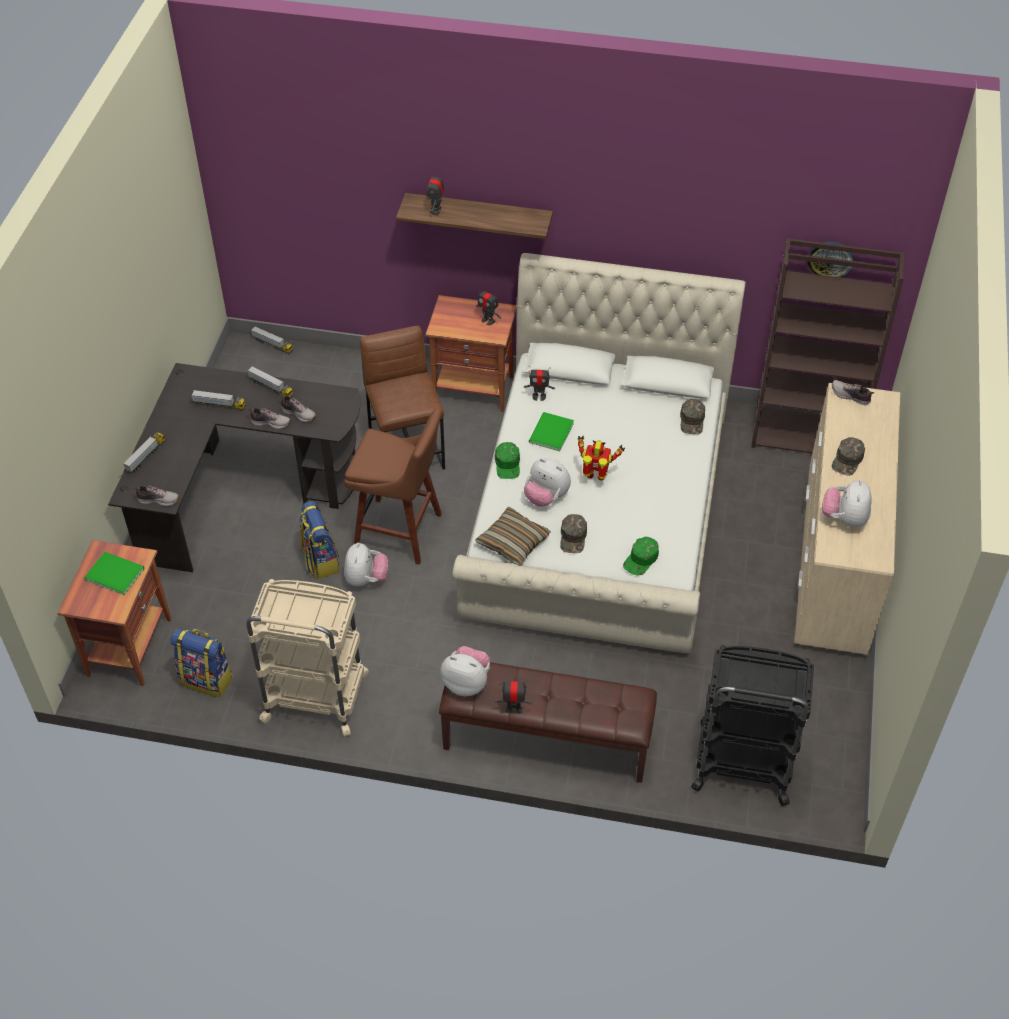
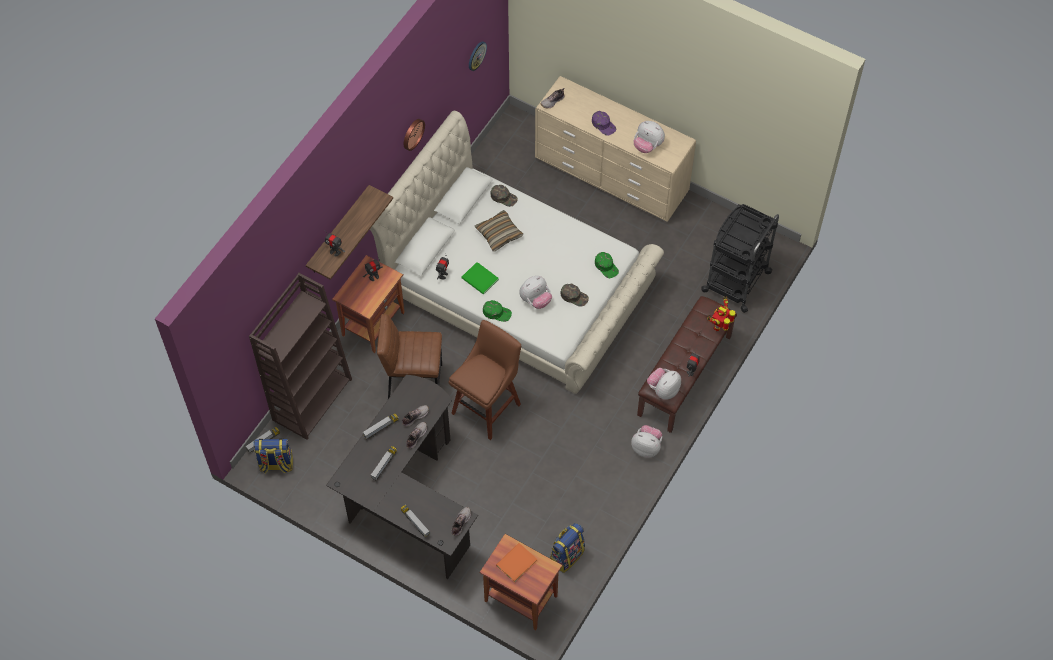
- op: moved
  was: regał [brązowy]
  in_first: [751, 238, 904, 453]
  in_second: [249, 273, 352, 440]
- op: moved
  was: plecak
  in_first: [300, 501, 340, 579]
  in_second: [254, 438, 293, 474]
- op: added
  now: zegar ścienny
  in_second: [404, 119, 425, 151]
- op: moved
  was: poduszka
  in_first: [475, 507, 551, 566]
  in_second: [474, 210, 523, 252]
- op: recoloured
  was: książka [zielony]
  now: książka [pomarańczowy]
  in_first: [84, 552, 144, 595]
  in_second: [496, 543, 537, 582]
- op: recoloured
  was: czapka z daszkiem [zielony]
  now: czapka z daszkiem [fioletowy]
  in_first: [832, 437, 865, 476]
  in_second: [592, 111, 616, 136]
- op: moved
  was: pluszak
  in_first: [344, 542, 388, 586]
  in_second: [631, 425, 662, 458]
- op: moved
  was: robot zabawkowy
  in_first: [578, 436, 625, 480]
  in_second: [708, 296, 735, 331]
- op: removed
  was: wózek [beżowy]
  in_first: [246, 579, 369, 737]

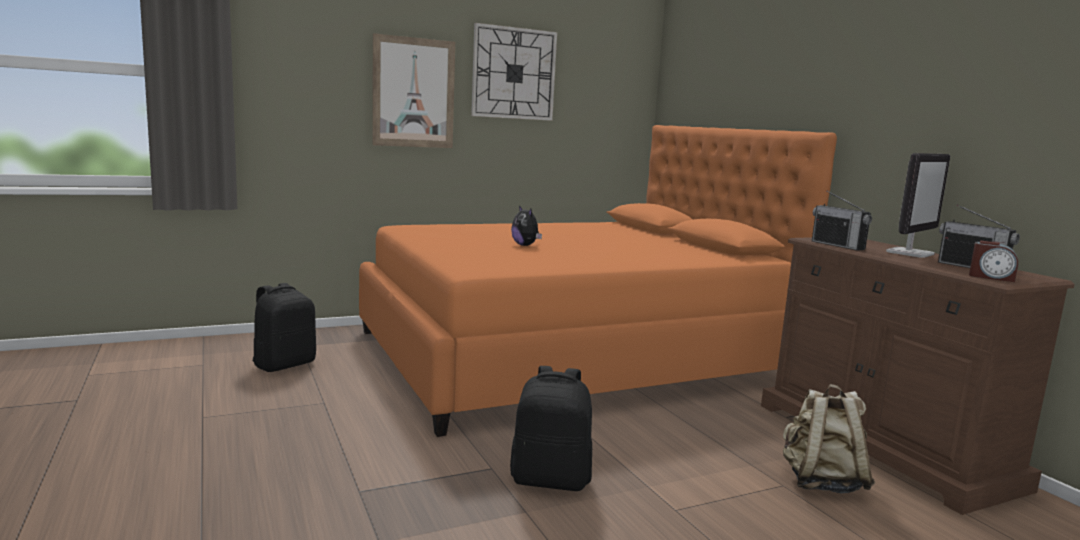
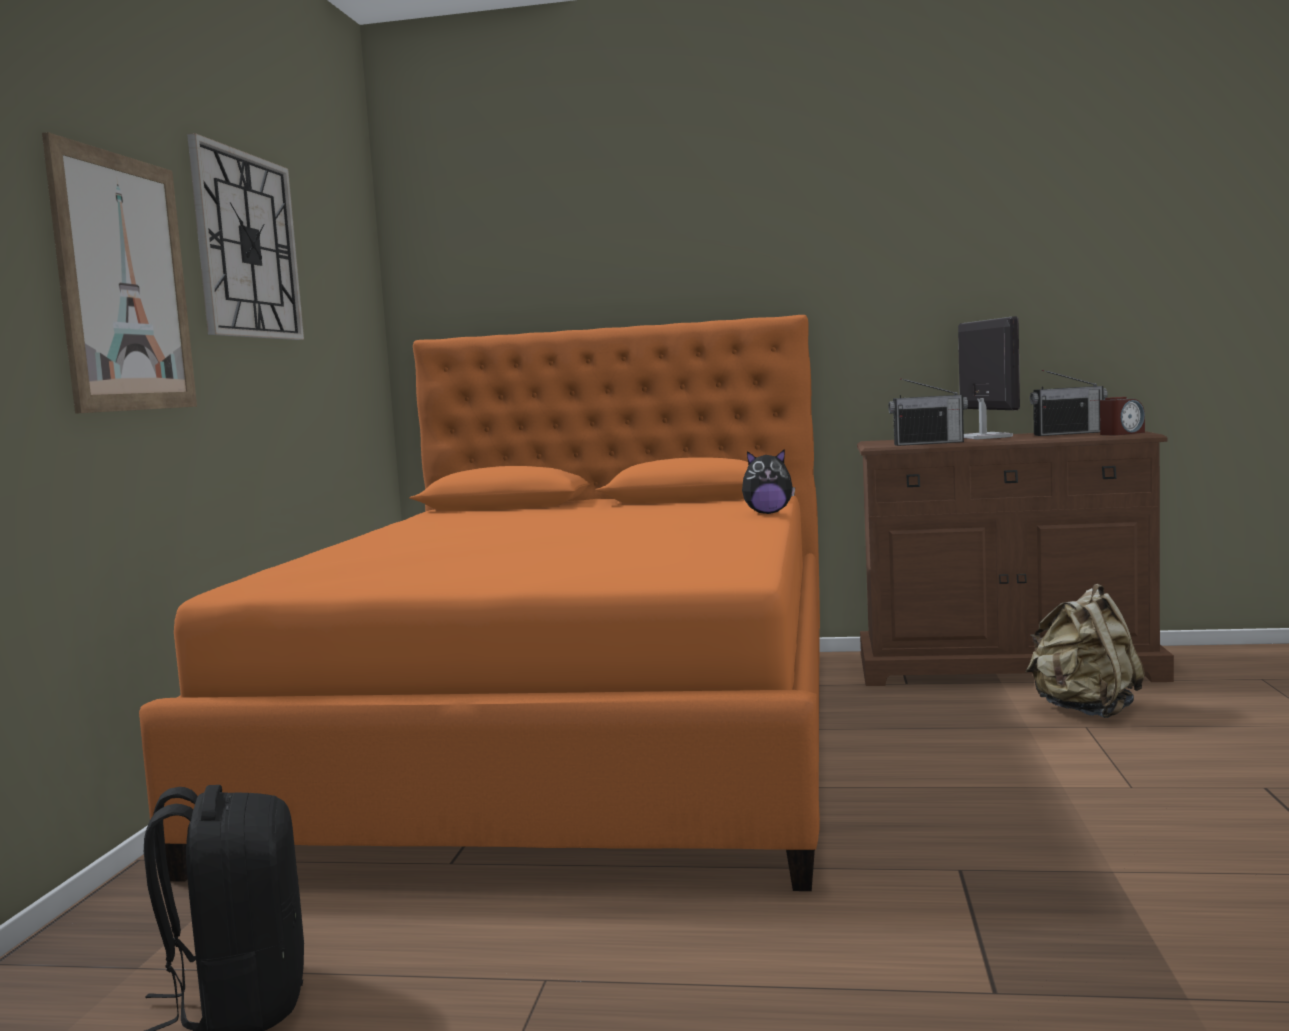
- op: moved
  was: pluszak
  in_first: [511, 206, 542, 246]
  in_second: [742, 449, 795, 514]
- op: removed
  was: plecak [czarny]
  in_first: [510, 366, 592, 491]

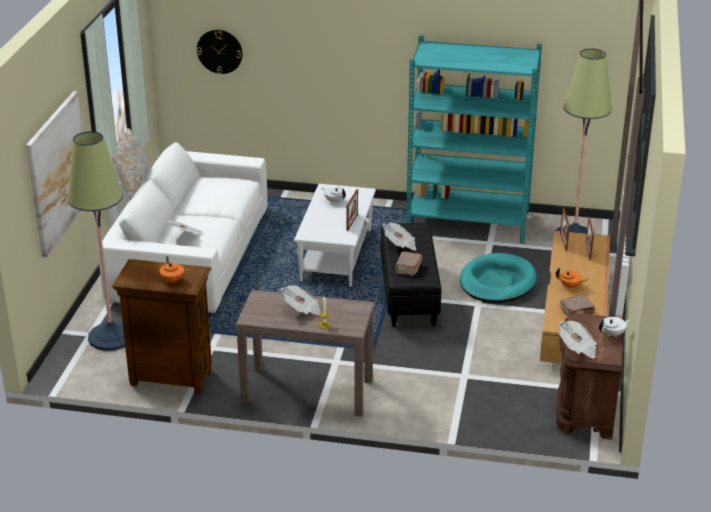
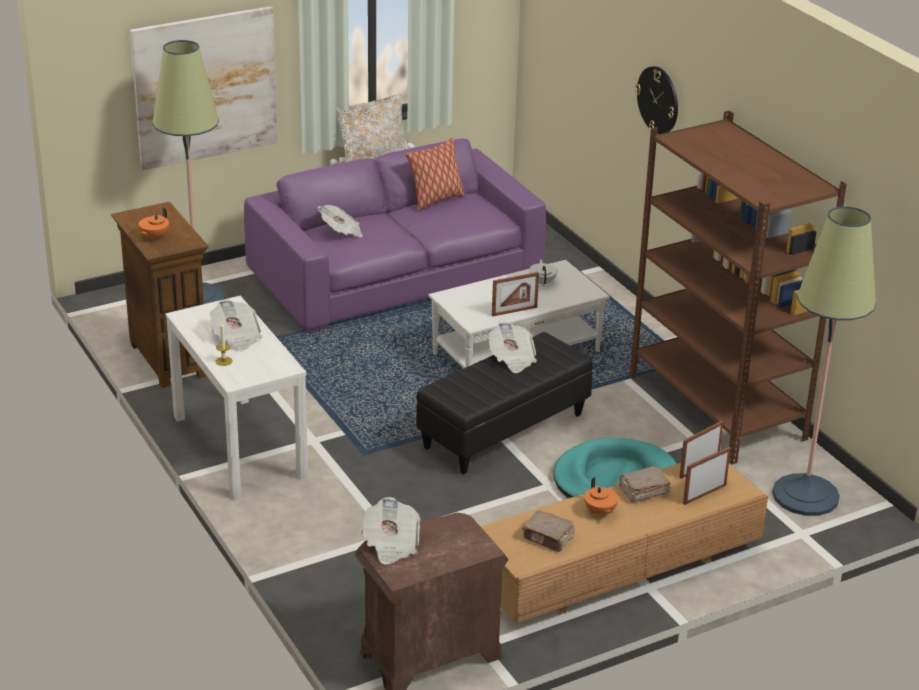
- op: recoloured
  was: stolik konsolowy [brązowy]
  now: stolik konsolowy [biały]
  in_first: [236, 290, 374, 417]
  in_second: [165, 295, 308, 500]
- op: recoloured
  was: kanapa [biały]
  now: kanapa [fioletowy]
  in_first: [98, 142, 268, 313]
  in_second: [244, 139, 546, 333]
- op: added
  now: poduszka
  in_second: [406, 138, 465, 211]
- op: moved
  was: książka [brązowy]
  in_first: [395, 251, 422, 276]
  in_second: [619, 466, 671, 503]
- op: recoloured
  was: regał [turkusowy]
  now: regał [brązowy]
  in_first: [406, 35, 542, 244]
  in_second: [630, 111, 847, 465]
- op: moved
  was: zegar ścienny
  in_first: [197, 30, 243, 74]
  in_second: [635, 66, 678, 134]
- op: removed
  was: imbryk [biały]
  in_first: [599, 317, 631, 338]

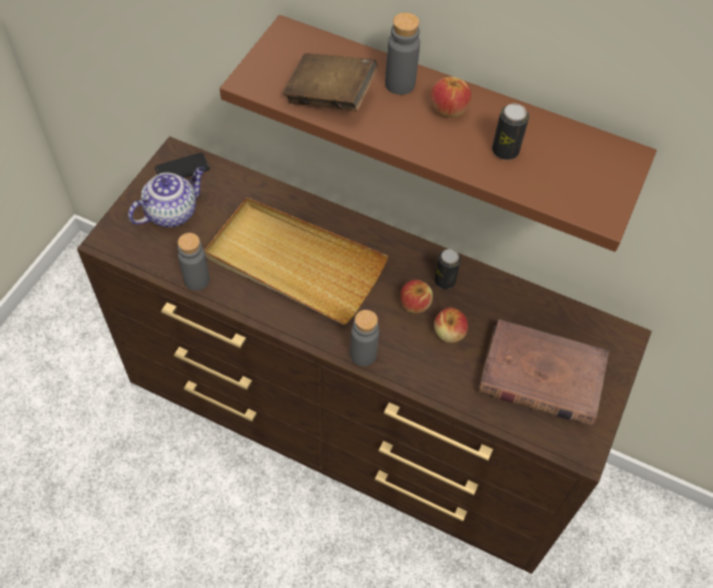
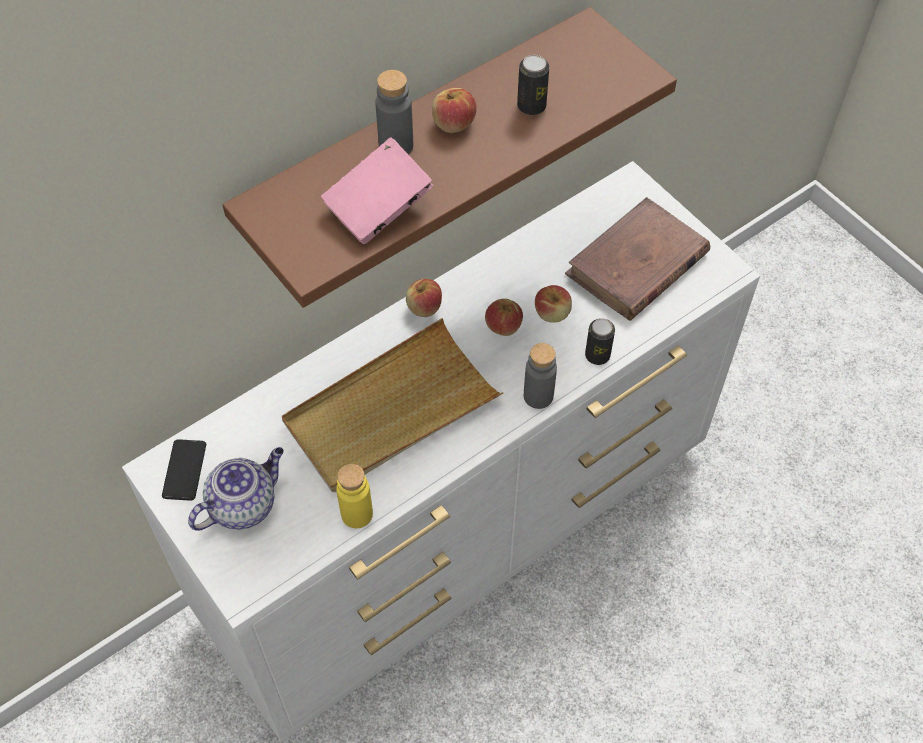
- op: recoloured
  was: komoda [brązowy]
  now: komoda [biały]
  in_first: [77, 136, 652, 574]
  in_second: [122, 161, 760, 742]
- op: turned
  was: imbryk
  in_first: [128, 167, 205, 227]
  in_second: [188, 447, 284, 531]
  clockwise: 60
- op: recoloured
  was: książka [brązowy]
  now: książka [różowy]
  in_first: [283, 53, 378, 111]
  in_second: [321, 137, 433, 244]
- op: recoloured
  was: butelka [szary]
  now: butelka [żółty]
  in_first: [178, 233, 210, 291]
  in_second: [336, 464, 373, 528]
- op: added
  now: jabłko
  in_second: [406, 279, 442, 317]
- op: moved
  was: puszka
  in_first: [434, 249, 461, 289]
  in_second: [585, 318, 615, 365]

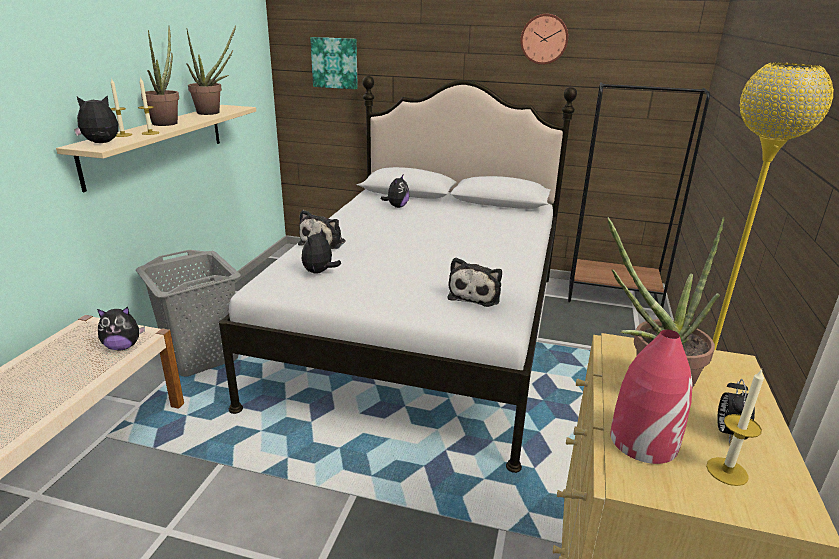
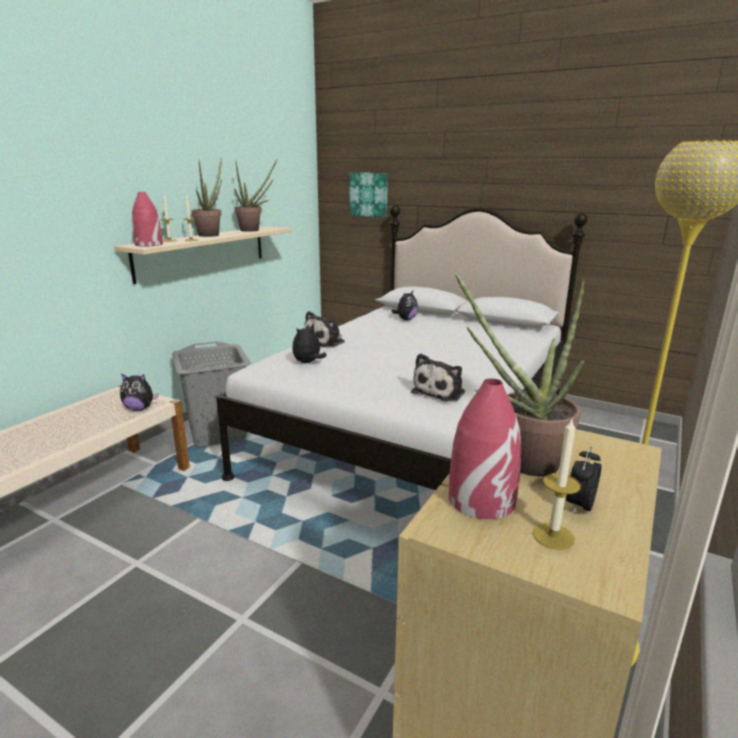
- op: replaced
  was: pluszak
  now: wazon [czerwony]
  in_first: [74, 96, 119, 143]
  in_second: [132, 192, 163, 247]
- op: removed
  was: zegar ścienny
  in_first: [520, 14, 569, 65]
- op: removed
  was: wieszak
  in_first: [568, 83, 710, 308]

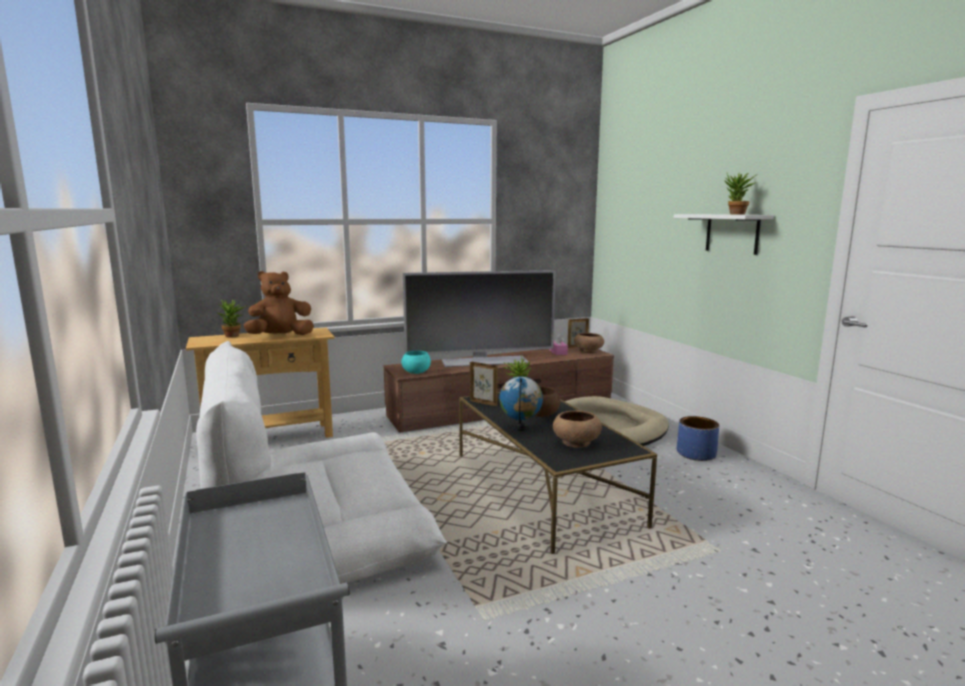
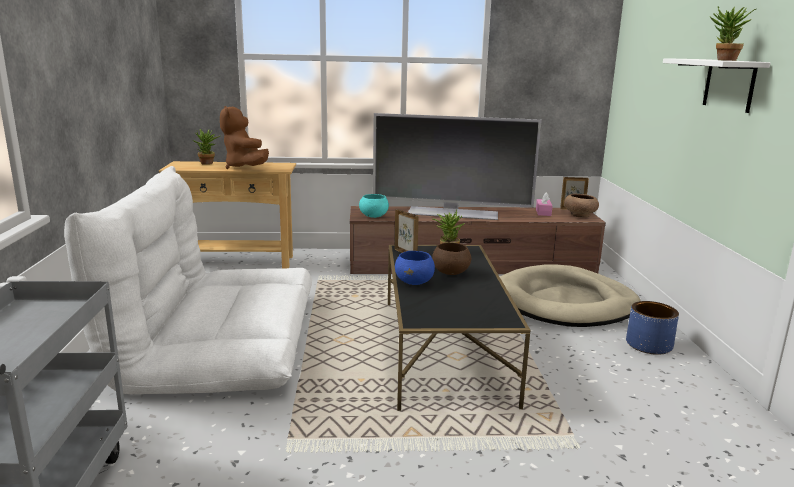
- op: turned
  was: pluszak [brązowy]
  in_first: [244, 271, 314, 335]
  in_second: [220, 106, 269, 169]
  clockwise: -105
- op: replaced
  was: globus
  now: miska [niebieski]
  in_first: [499, 376, 543, 431]
  in_second: [395, 251, 435, 285]
- op: removed
  was: miska [brązowy]
  in_first: [553, 411, 602, 448]

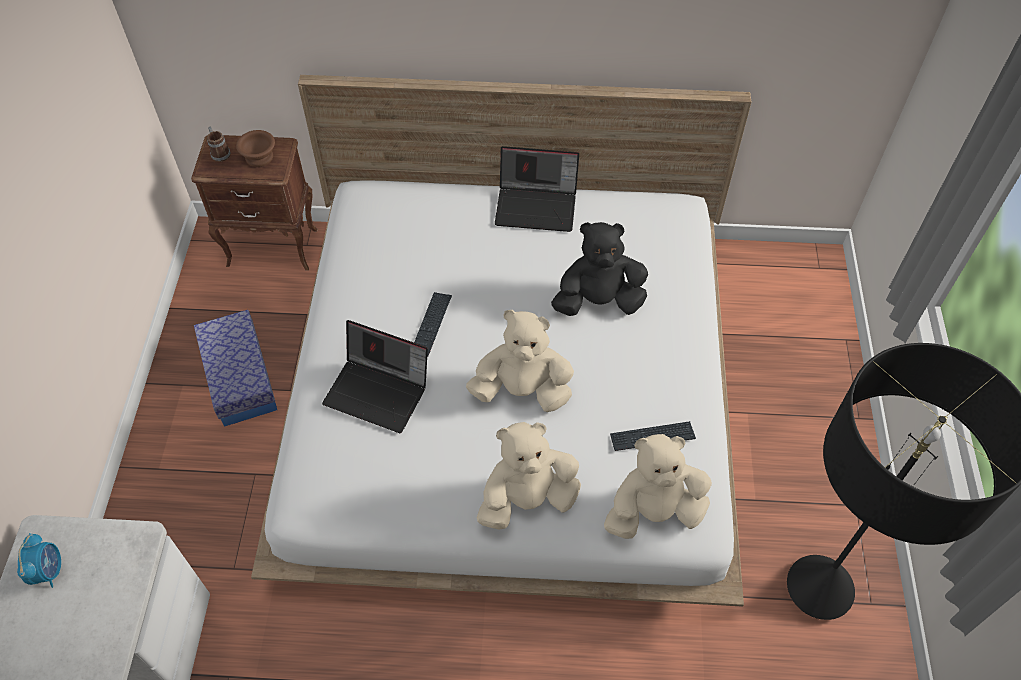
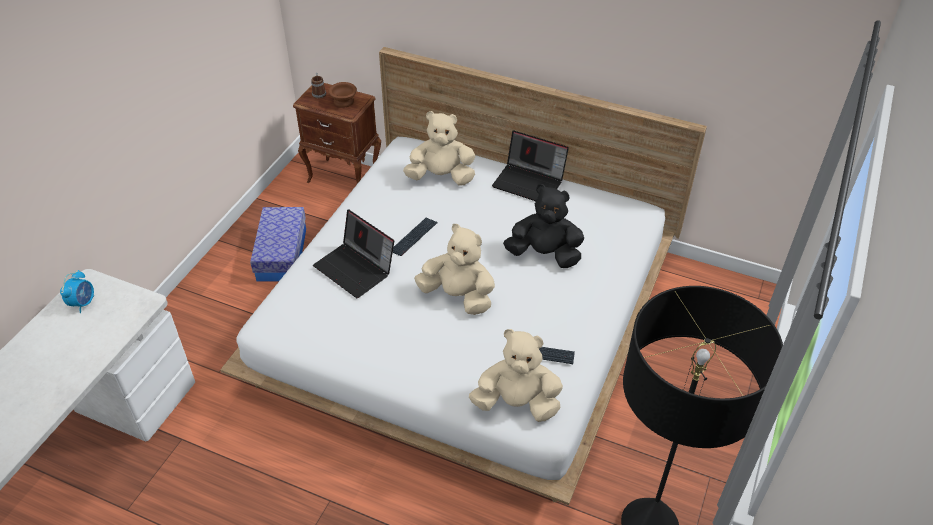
- op: moved
  was: pluszak [beżowy]
  in_first: [477, 422, 581, 530]
  in_second: [403, 111, 475, 186]

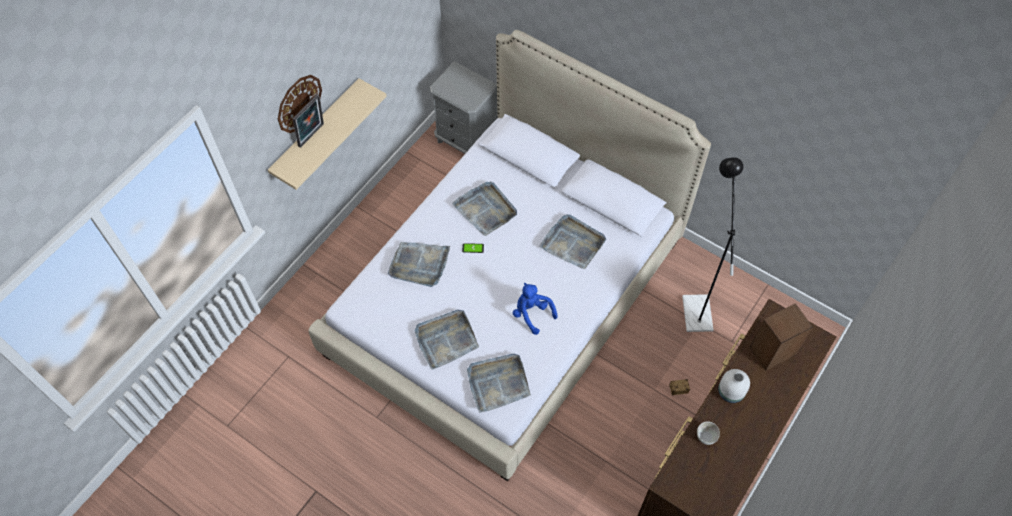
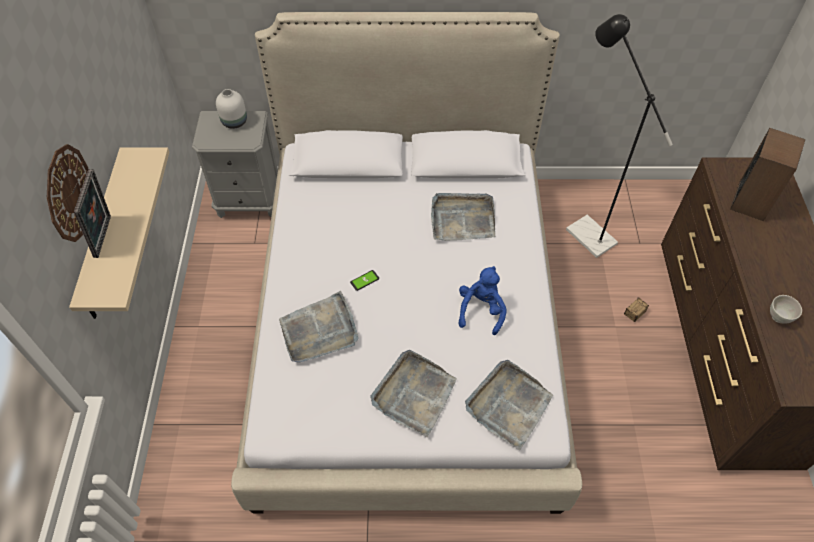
- op: moved
  was: wazon [biały]
  in_first: [718, 369, 750, 403]
  in_second: [216, 89, 247, 129]
- op: turned
  was: pluszak [niebieski]
  in_first: [513, 283, 558, 335]
  in_second: [459, 266, 507, 335]
  clockwise: 90
- op: removed
  was: taca [szary]
  in_first: [452, 181, 517, 236]

